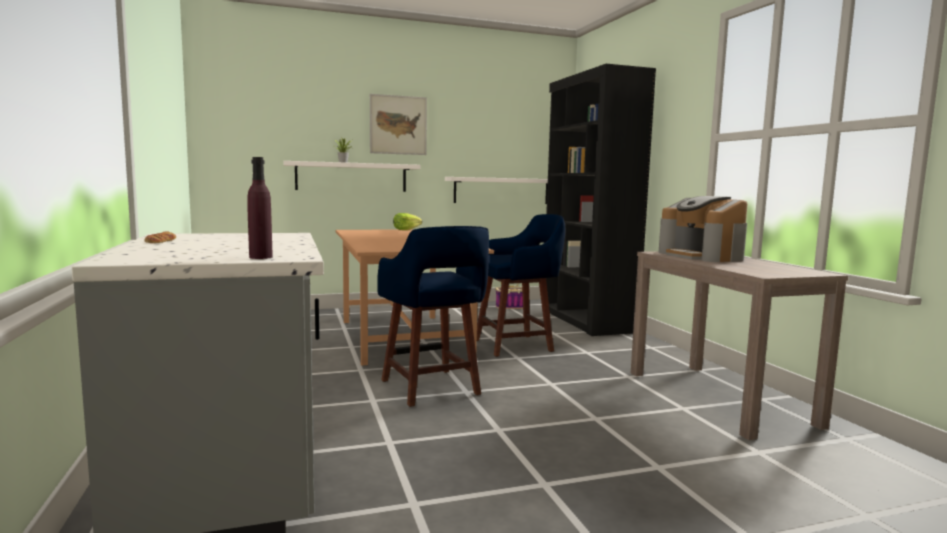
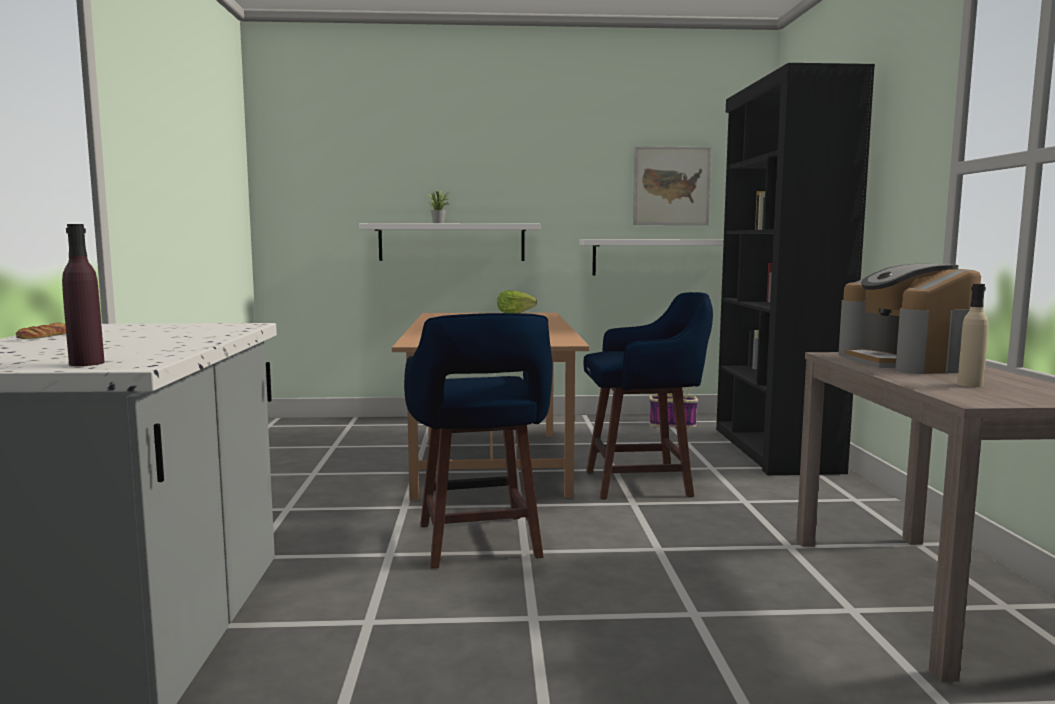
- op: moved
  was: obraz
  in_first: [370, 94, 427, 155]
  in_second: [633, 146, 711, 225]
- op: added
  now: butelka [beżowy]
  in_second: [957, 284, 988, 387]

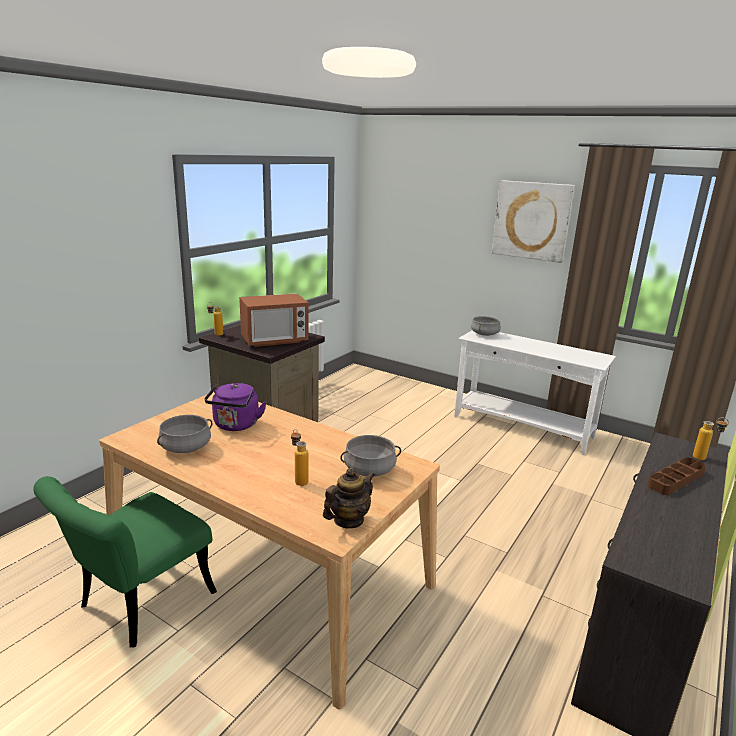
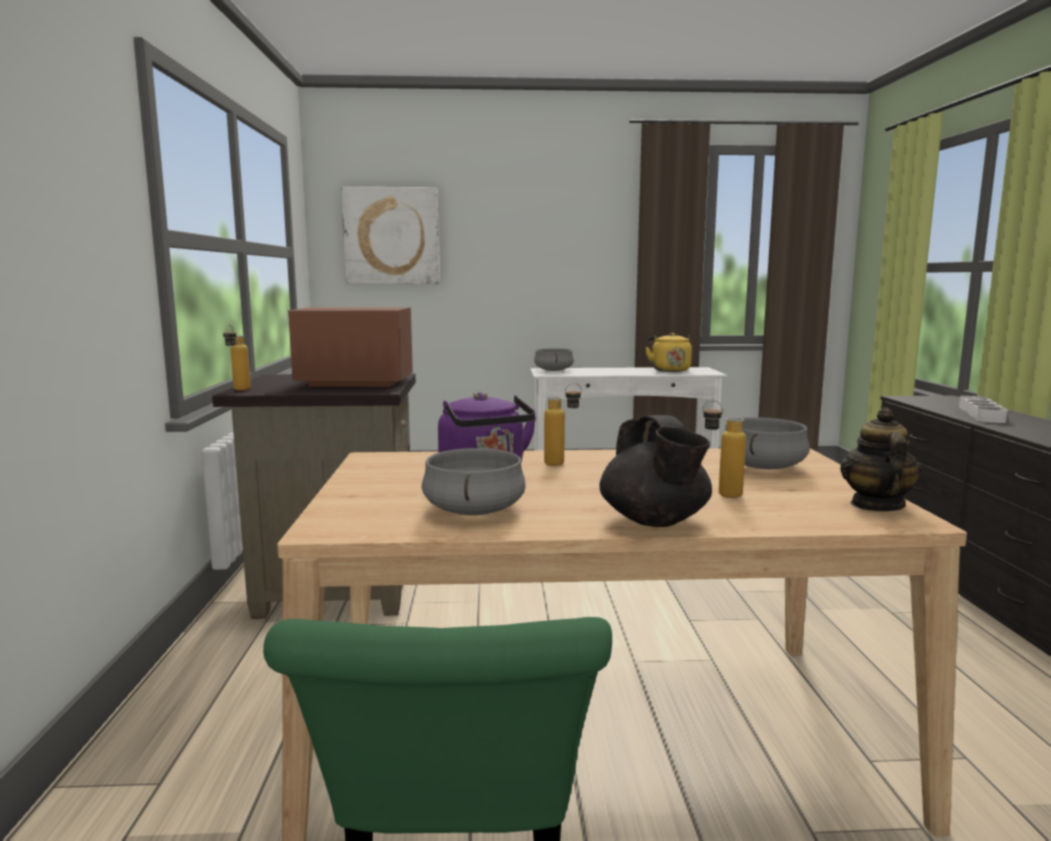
- op: turned
  was: mikrofalówka
  in_first: [239, 293, 309, 347]
  in_second: [288, 307, 413, 387]
  clockwise: -120
- op: moved
  was: obraz
  in_first: [492, 180, 575, 263]
  in_second: [341, 187, 440, 284]
- op: moved
  was: butelka
  in_first: [693, 418, 729, 460]
  in_second: [544, 383, 582, 466]
- op: added
  now: imbryk [czarny]
  in_second: [599, 415, 712, 527]
- op: added
  now: czajnik [żółty]
  in_second: [645, 333, 692, 372]
- op: recoloured
  was: taca [brązowy]
  now: taca [biały]
  in_first: [648, 457, 706, 495]
  in_second: [959, 396, 1008, 423]

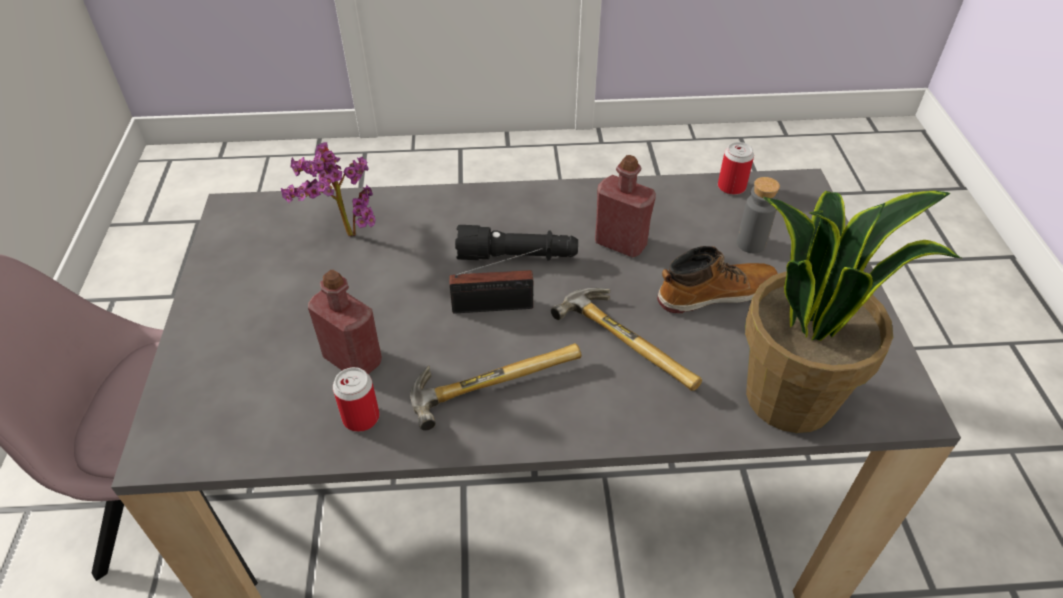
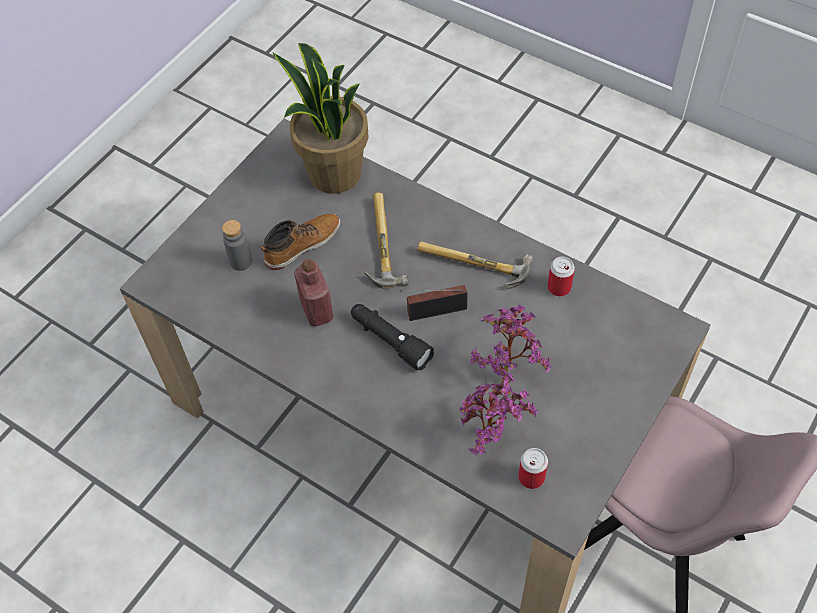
- op: turned
  was: but z cholewką
  in_first: [657, 246, 778, 313]
  in_second: [261, 213, 340, 270]
  clockwise: 120
- op: turned
  was: radio
  in_first: [449, 248, 543, 313]
  in_second: [400, 285, 468, 321]
  clockwise: -45
- op: added
  now: roślina doniczkowa
  in_second: [470, 305, 551, 377]
- op: moved
  was: puszka
  in_first: [718, 142, 754, 195]
  in_second: [518, 448, 548, 489]
- op: removed
  was: butelka [czerwony]
  in_first: [308, 270, 382, 374]

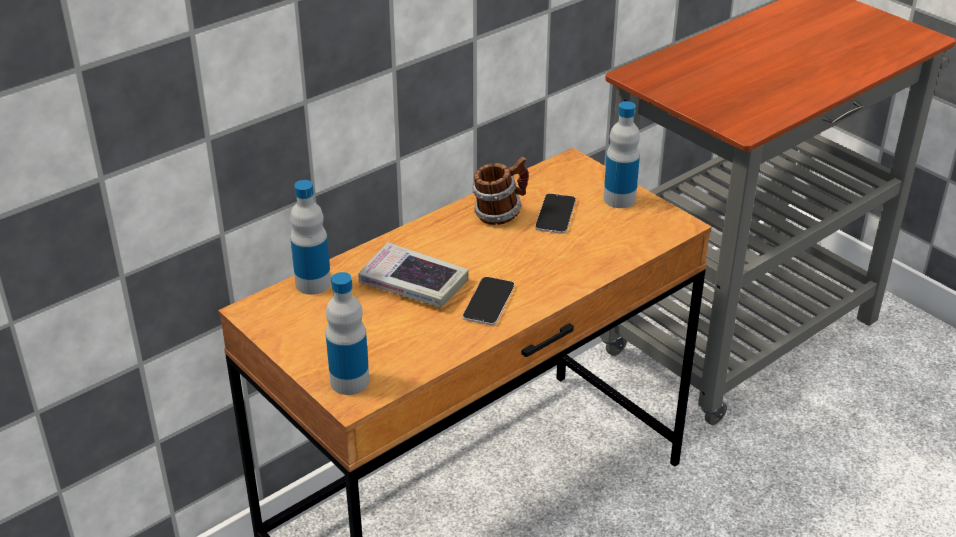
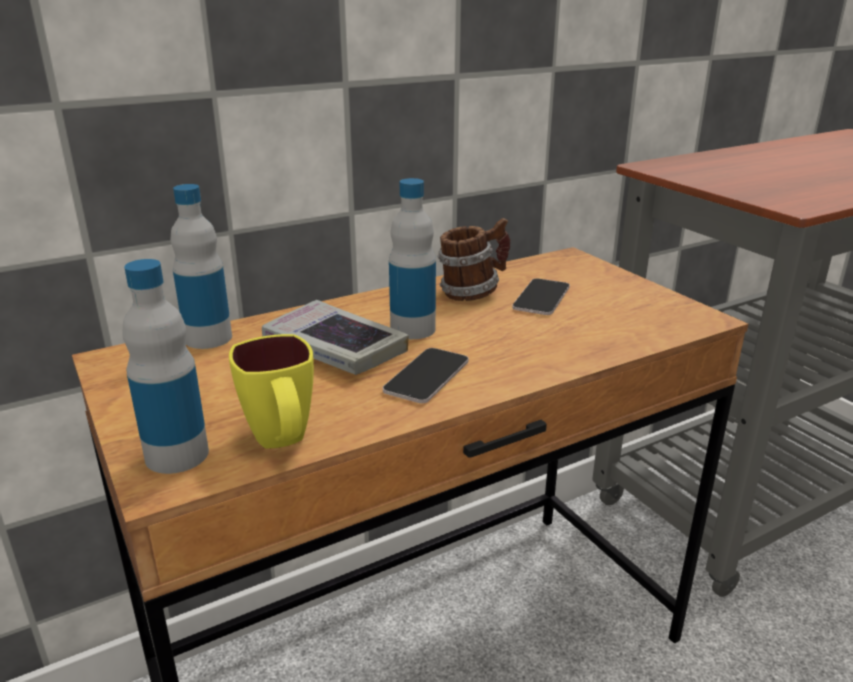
- op: added
  now: kubek [żółty]
  in_second: [229, 334, 314, 449]
- op: moved
  was: butelka
  in_first: [603, 101, 640, 208]
  in_second: [389, 178, 436, 339]

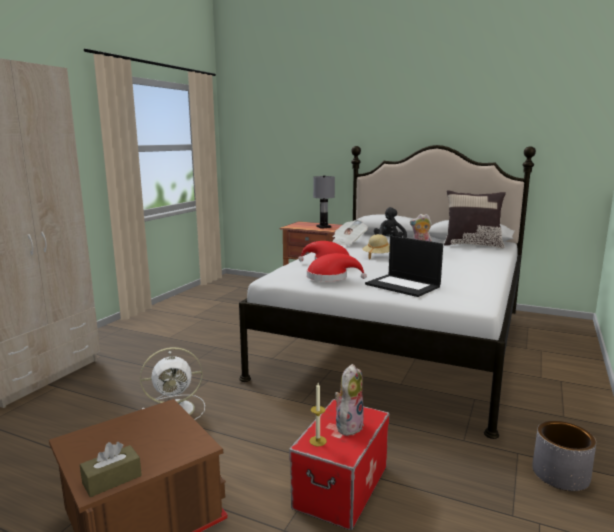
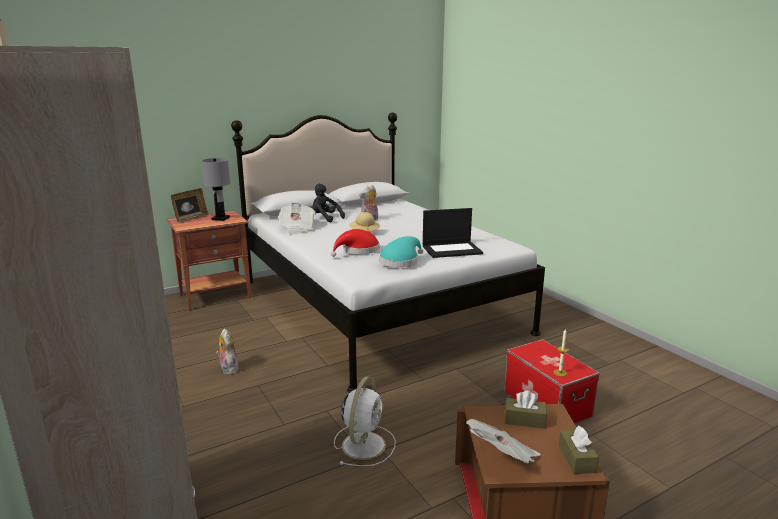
- op: added
  now: ramka na zdjęcie
  in_second: [171, 188, 209, 223]
- op: moved
  was: pluszak
  in_first: [335, 364, 364, 436]
  in_second: [216, 328, 239, 375]
- op: recoloured
  was: kapelusz [czerwony]
  now: kapelusz [turkusowy]
  in_first: [307, 253, 367, 282]
  in_second: [379, 236, 423, 267]
- op: added
  now: gazeta
  in_second: [466, 419, 541, 463]
- op: added
  now: pudełko chusteczek [brązowy]
  in_second: [505, 391, 547, 429]
- op: removed
  was: poduszka
  in_first: [444, 190, 506, 249]
- op: removed
  was: donica [szary]
  in_first: [532, 421, 596, 491]

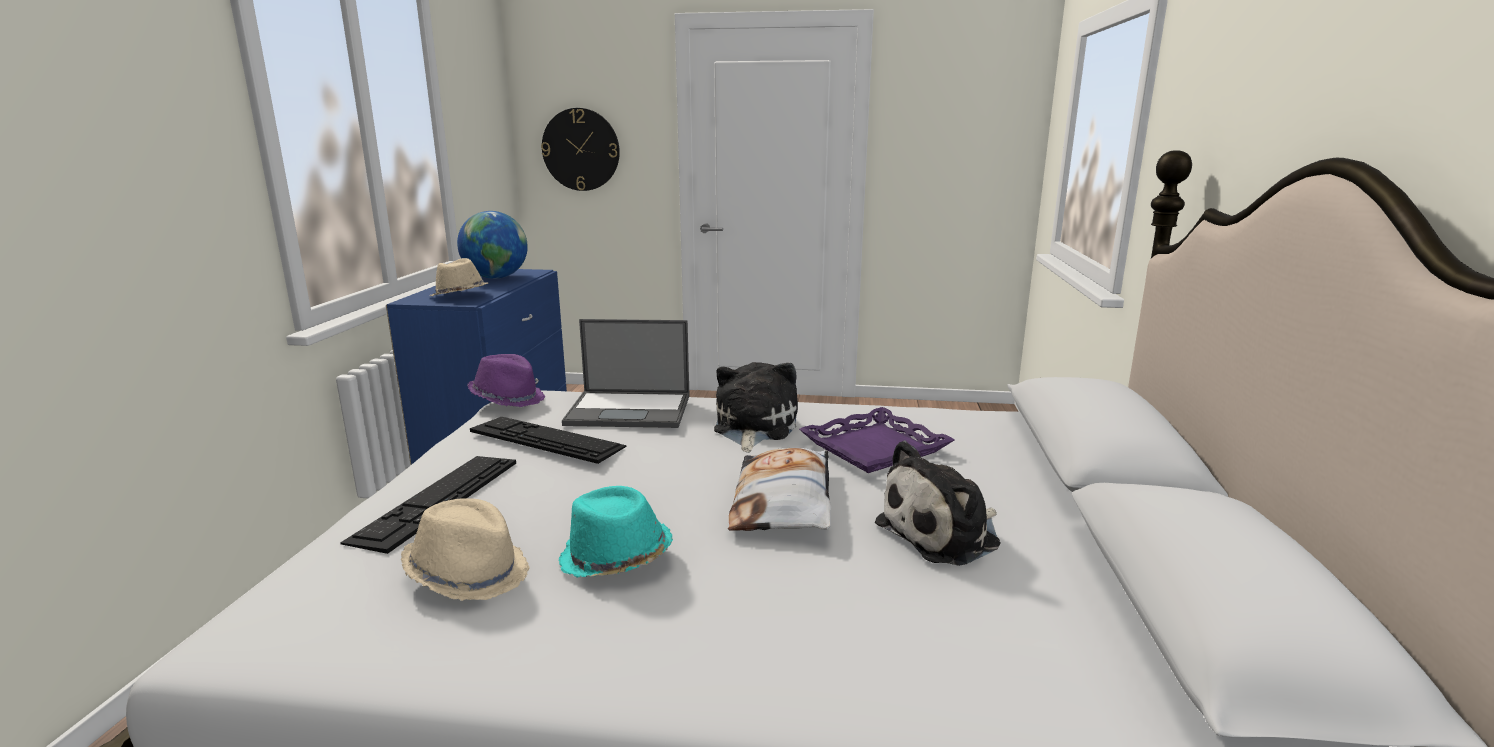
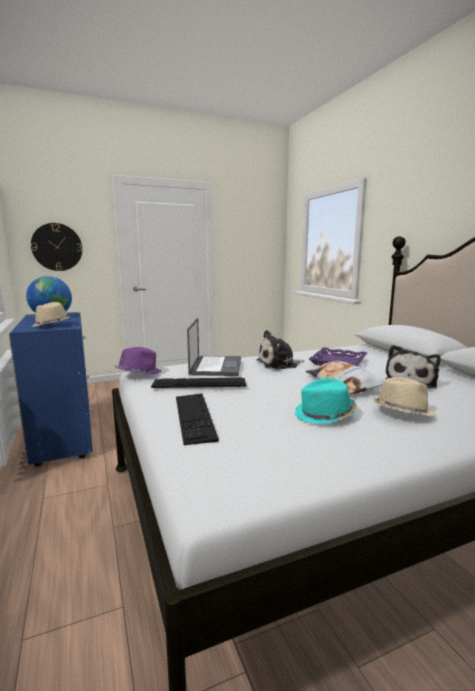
- op: turned
  was: laptop
  in_first: [562, 319, 689, 428]
  in_second: [187, 318, 241, 376]
  clockwise: -60
- op: turned
  was: pluszak
  in_first: [714, 362, 798, 452]
  in_second: [256, 330, 304, 369]
  clockwise: -90
- op: moved
  was: kapelusz [beżowy]
  in_first: [401, 498, 530, 601]
  in_second: [374, 377, 436, 416]

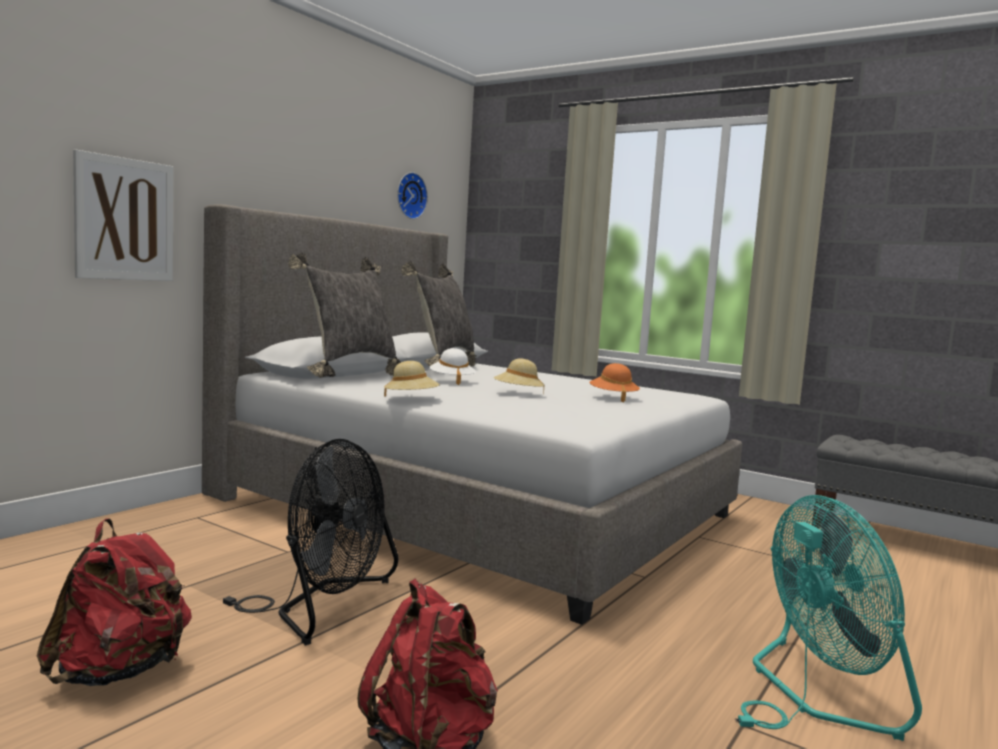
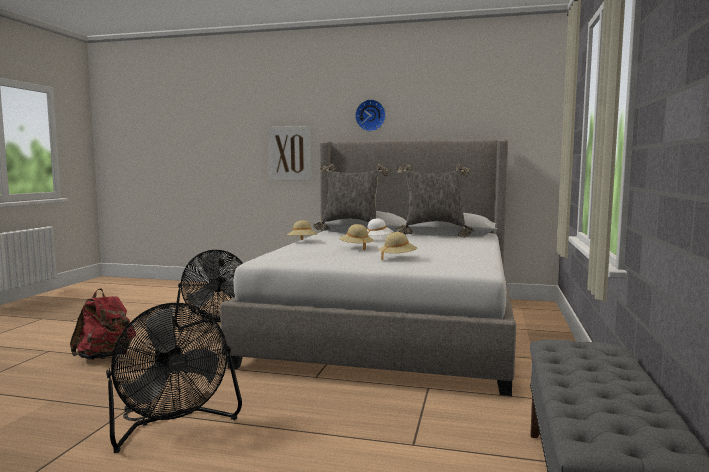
- op: recoloured
  was: wentylator [turkusowy]
  now: wentylator [czarny]
  in_first: [736, 495, 922, 741]
  in_second: [106, 303, 242, 453]
- op: moved
  was: zegar ścienny
  in_first: [397, 172, 428, 219]
  in_second: [355, 99, 386, 131]
- op: recoloured
  was: kapelusz [pomarańczowy]
  now: kapelusz [beżowy]
  in_first: [589, 363, 640, 403]
  in_second: [379, 232, 417, 261]
- op: removed
  was: plecak [czerwony]
  in_first: [37, 519, 192, 686]

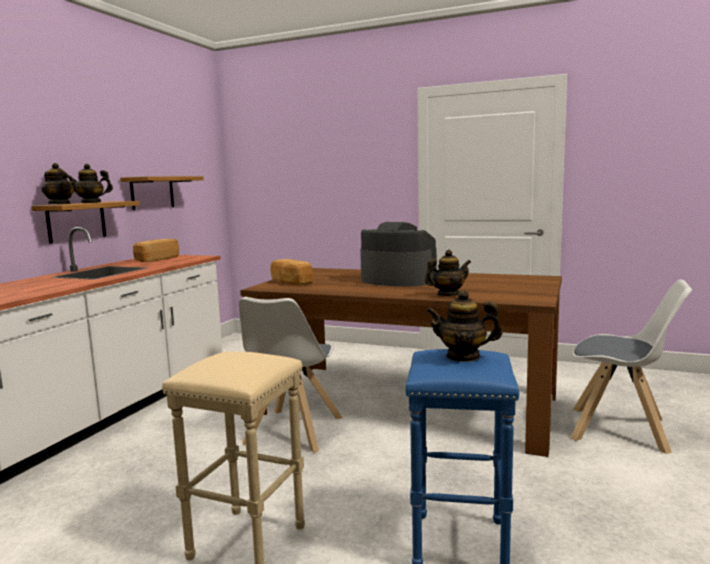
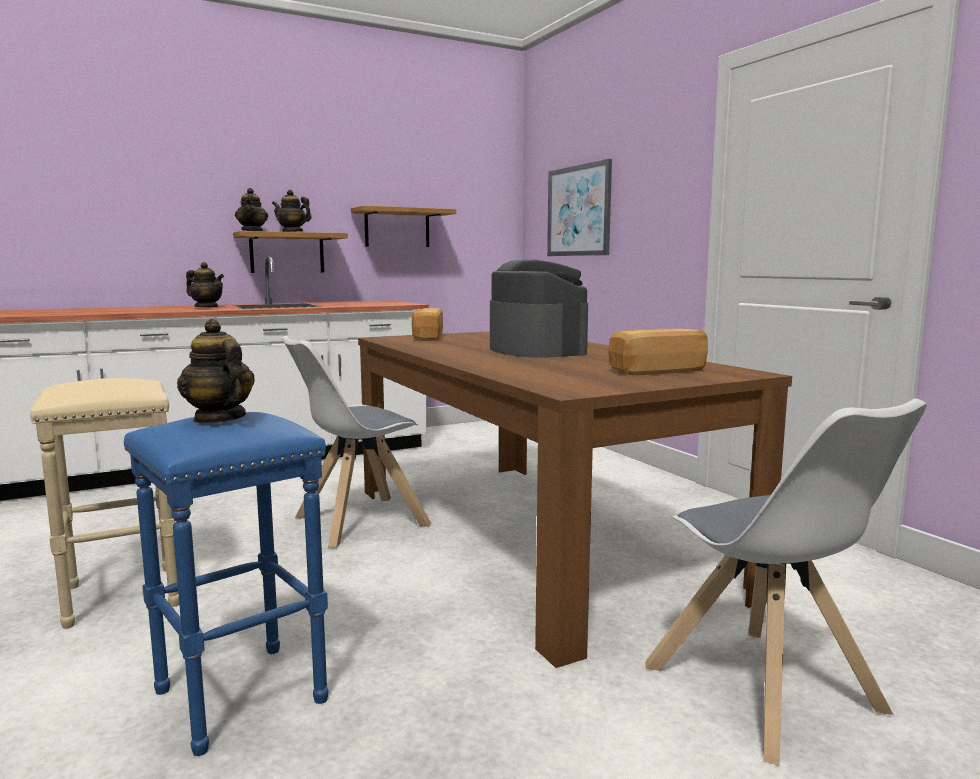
- op: moved
  was: imbryk
  in_first: [425, 250, 471, 296]
  in_second: [186, 262, 224, 308]
- op: added
  now: obraz
  in_second: [547, 159, 612, 256]
- op: moved
  was: chleb
  in_first: [133, 239, 179, 262]
  in_second: [608, 329, 708, 375]

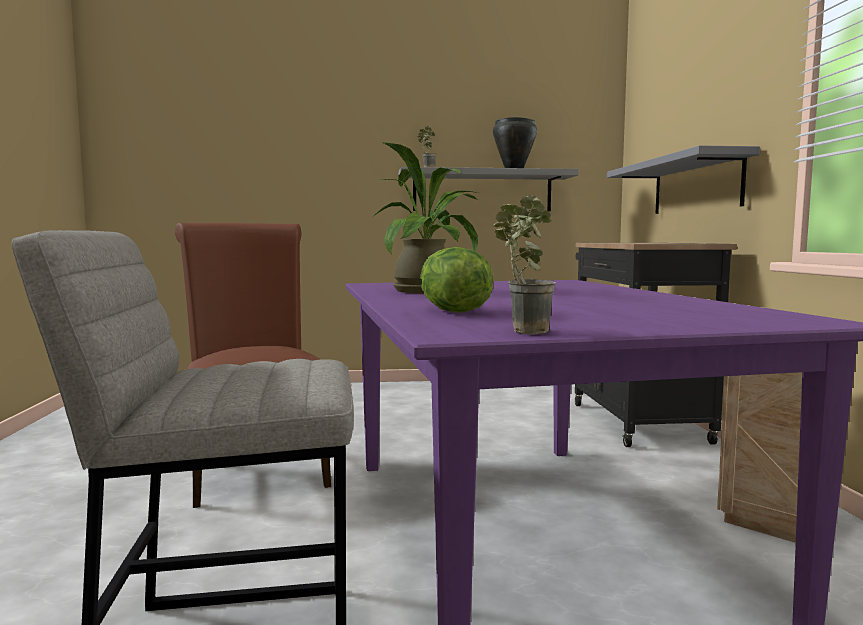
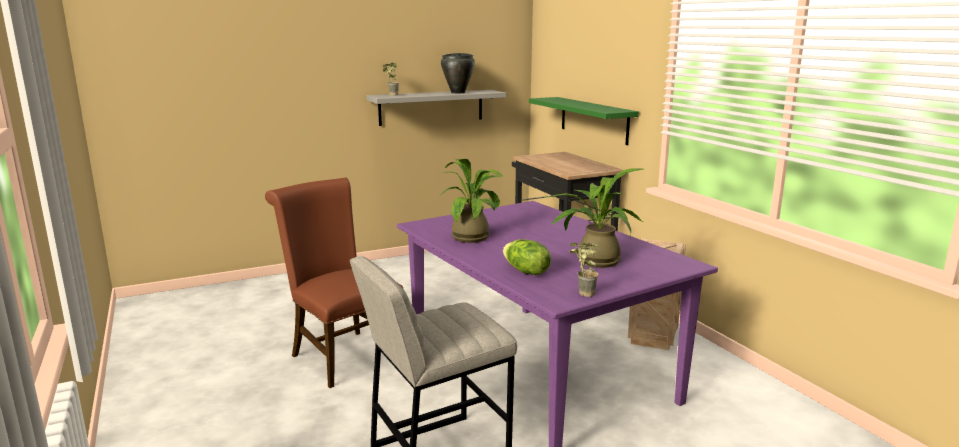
- op: recoloured
  was: półka [szary]
  now: półka [zielony]
  in_first: [607, 145, 760, 214]
  in_second: [529, 97, 639, 145]
- op: added
  now: roślina doniczkowa
  in_second: [544, 168, 643, 268]

